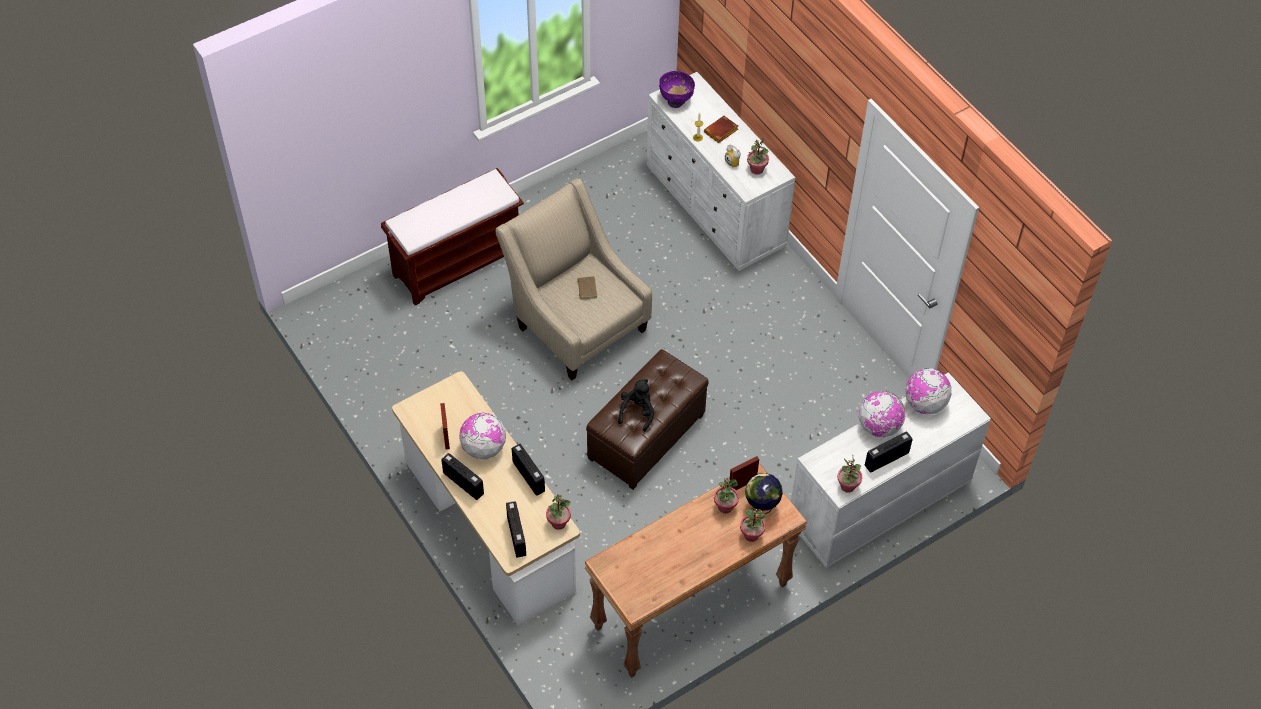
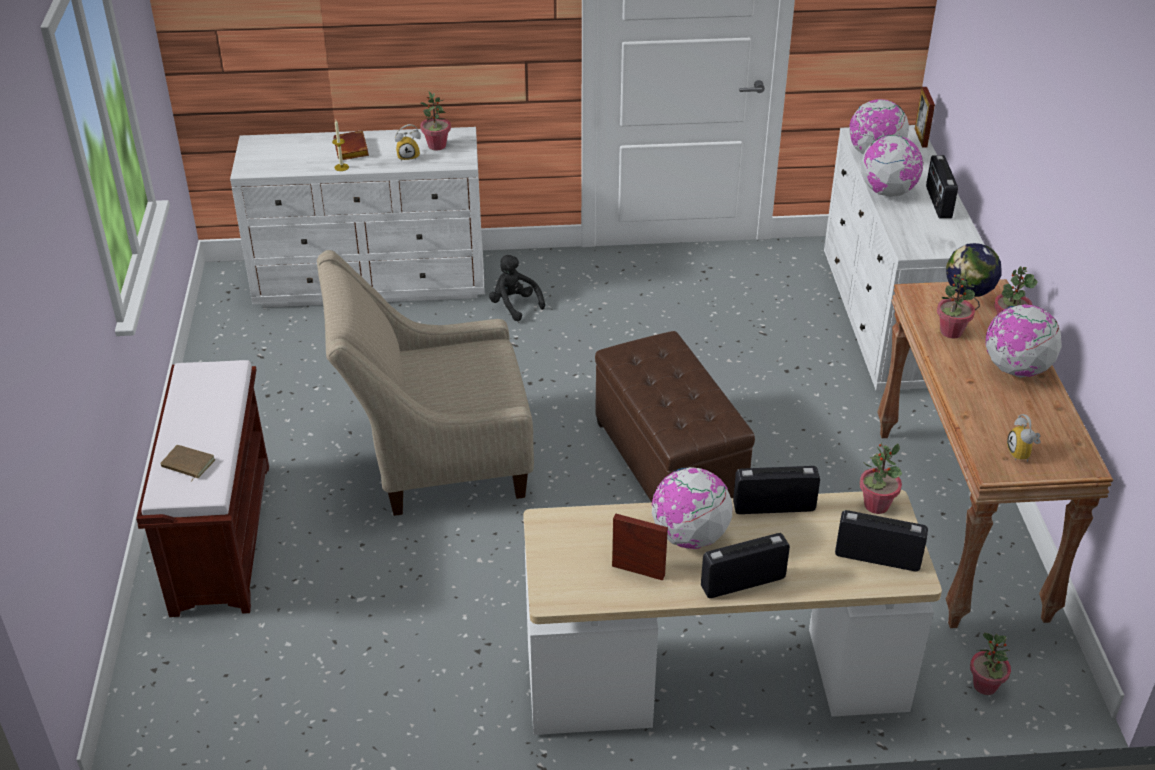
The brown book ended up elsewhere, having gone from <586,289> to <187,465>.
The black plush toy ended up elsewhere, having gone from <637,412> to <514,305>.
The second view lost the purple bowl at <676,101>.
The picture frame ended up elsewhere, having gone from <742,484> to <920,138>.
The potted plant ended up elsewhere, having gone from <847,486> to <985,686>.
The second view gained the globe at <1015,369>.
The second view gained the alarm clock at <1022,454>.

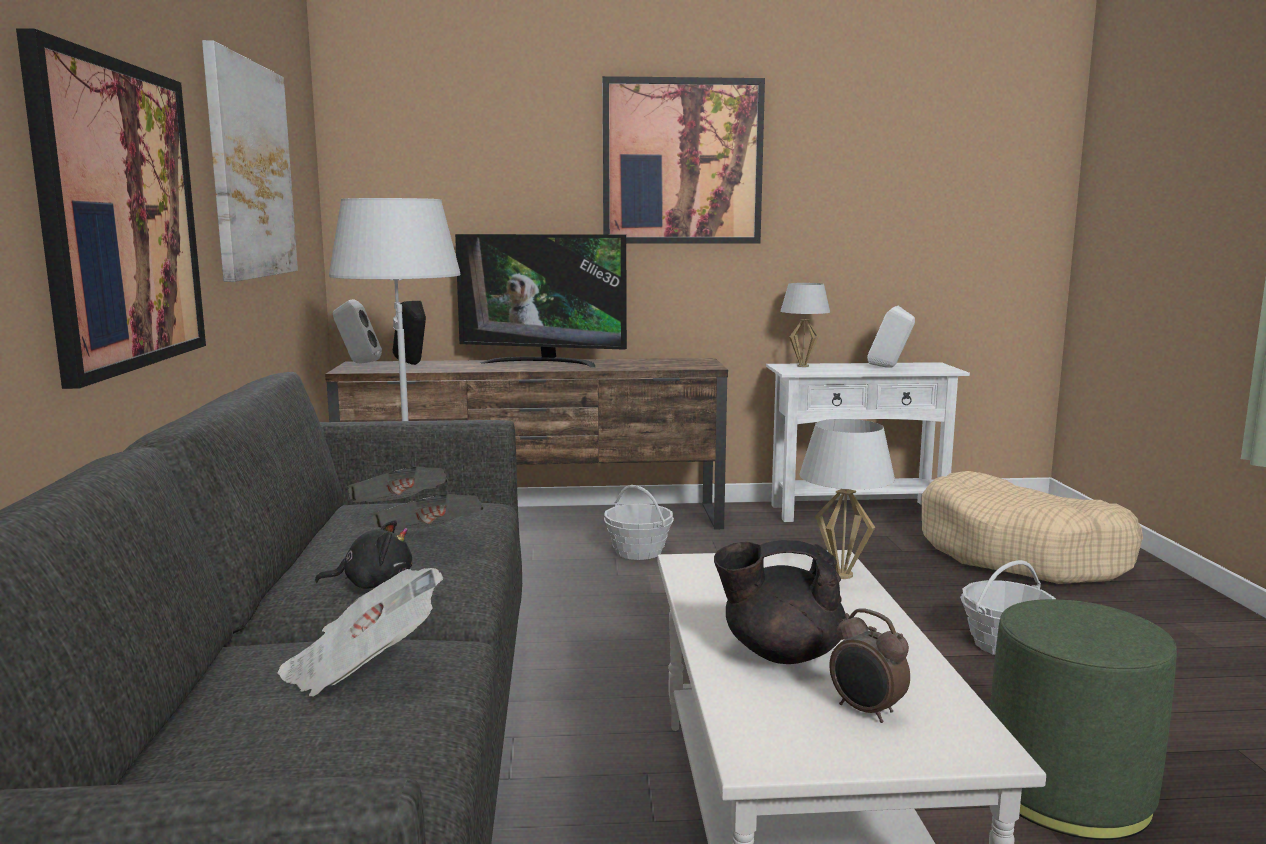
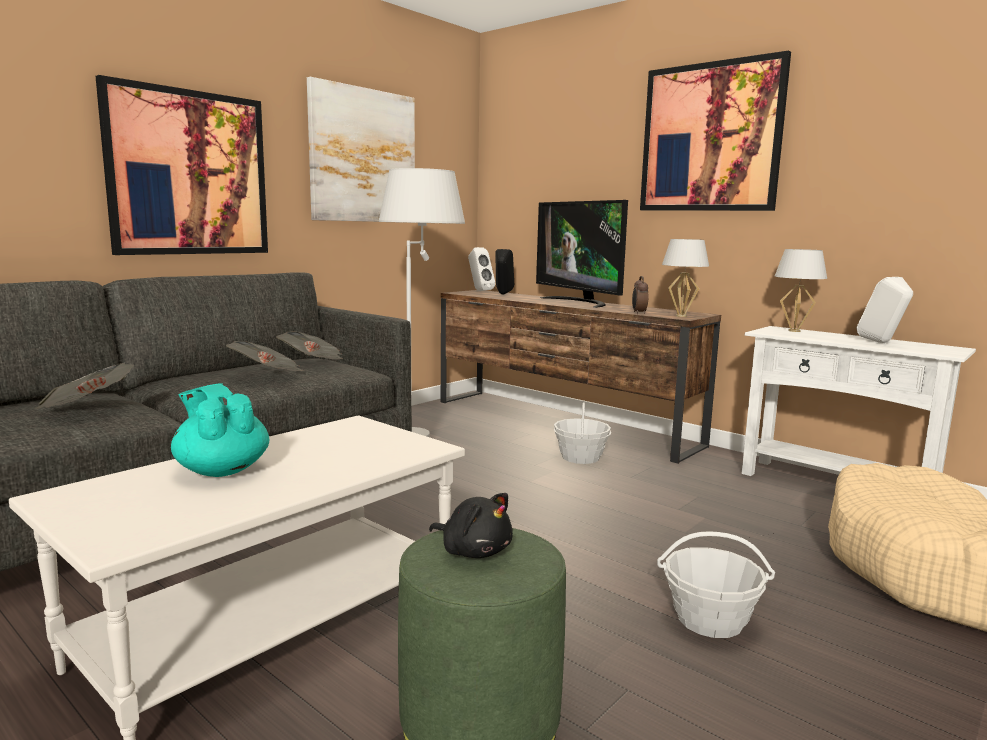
The black plush toy ended up elsewhere, having gone from <373,584> to <474,551>.
What was the black teapot at <780,653> turned into the turquoise teapot at <222,470>.
The white table lamp ended up elsewhere, having gone from <842,575> to <681,316>.
The alarm clock ended up elsewhere, having gone from <866,711> to <638,313>.

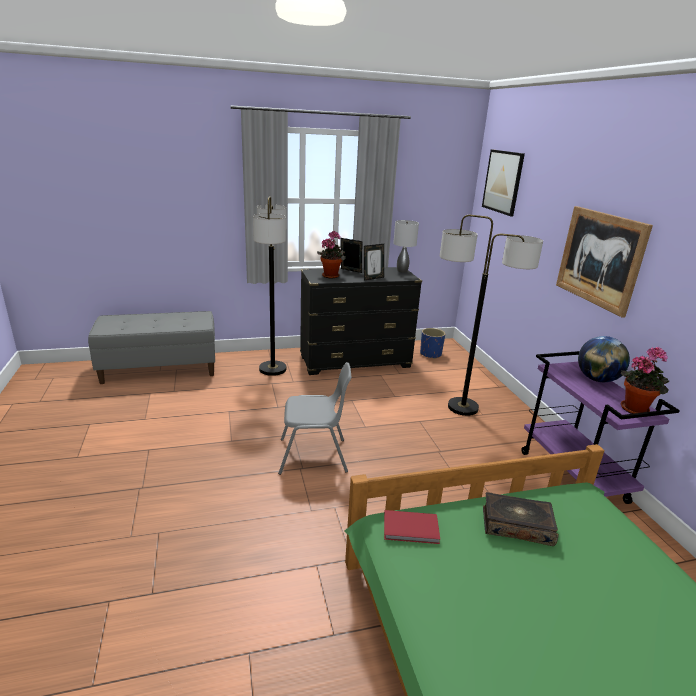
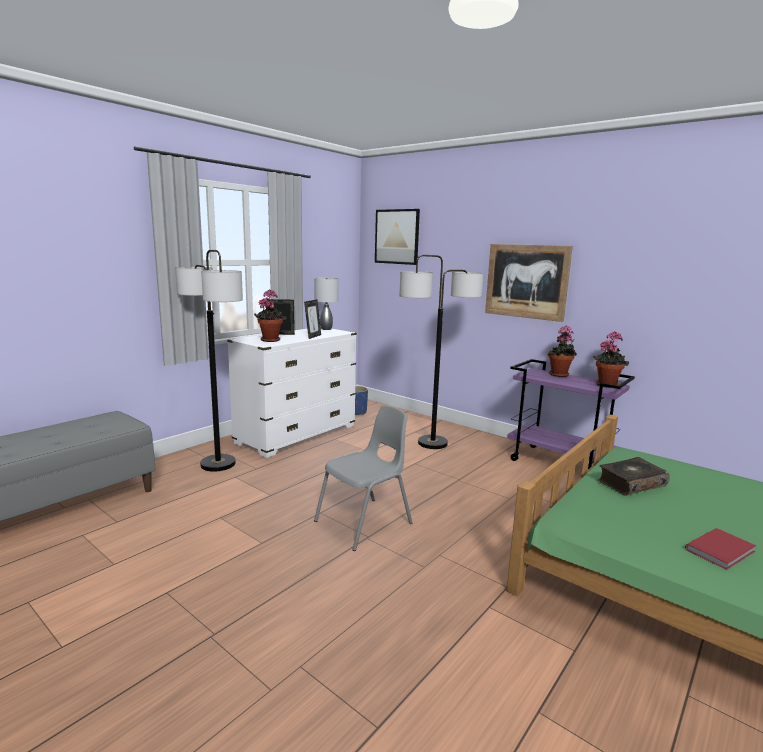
What was the black dresser at <355,362> turned into the white dresser at <297,435>.
The red book ended up elsewhere, having gone from <411,529> to <722,551>.
Where the globe stood at <597,379>, the potted plant came to stand at <559,375>.

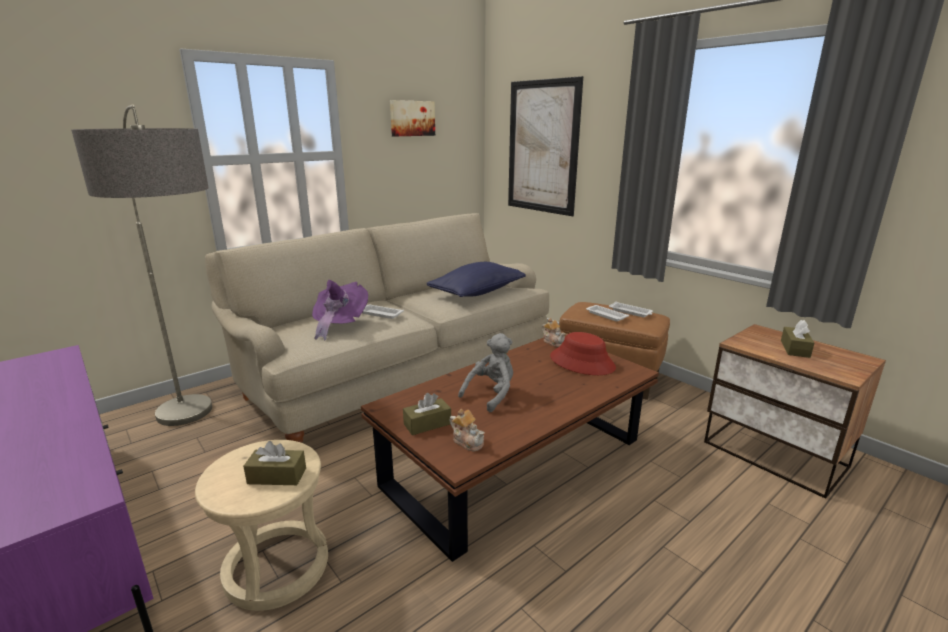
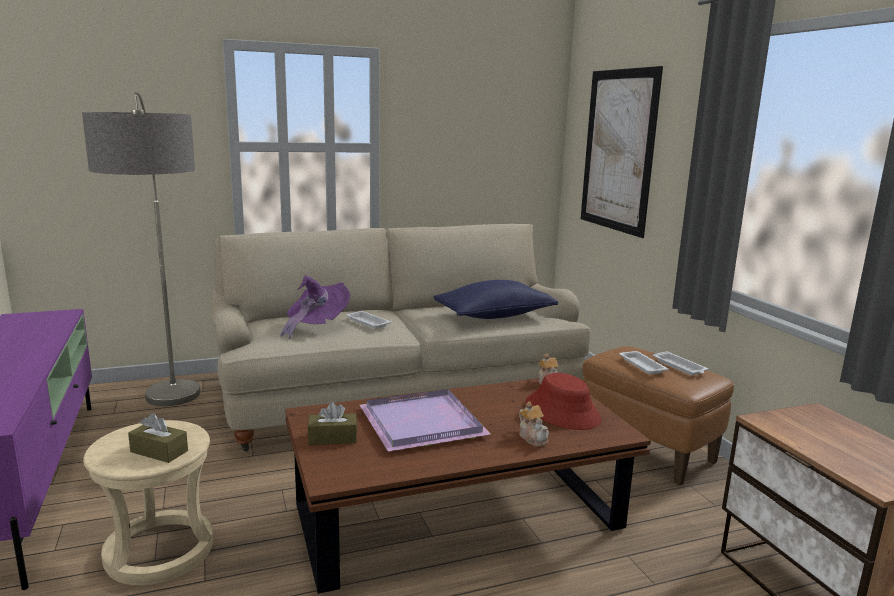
The second view lost the picture at <412,118>.
The teapot ended up elsewhere, having gone from <468,441> to <533,437>.
Where the grey plush toy stood at <491,394>, the purple tray came to stand at <425,424>.
The second view lost the brown tissue box at <795,349>.

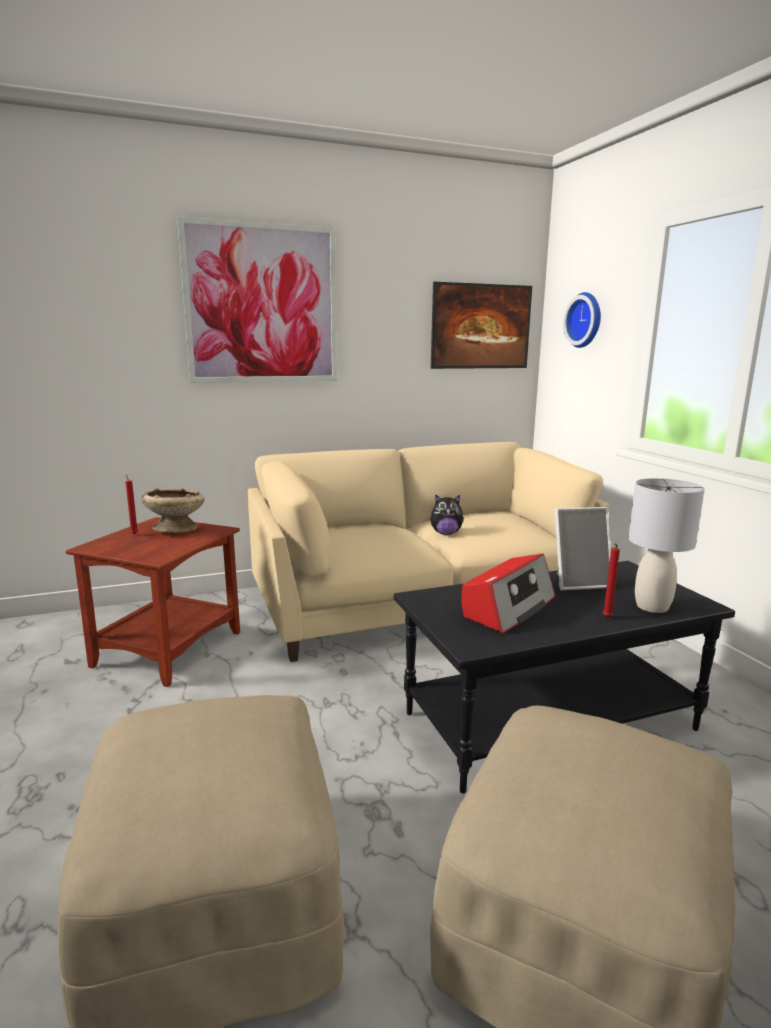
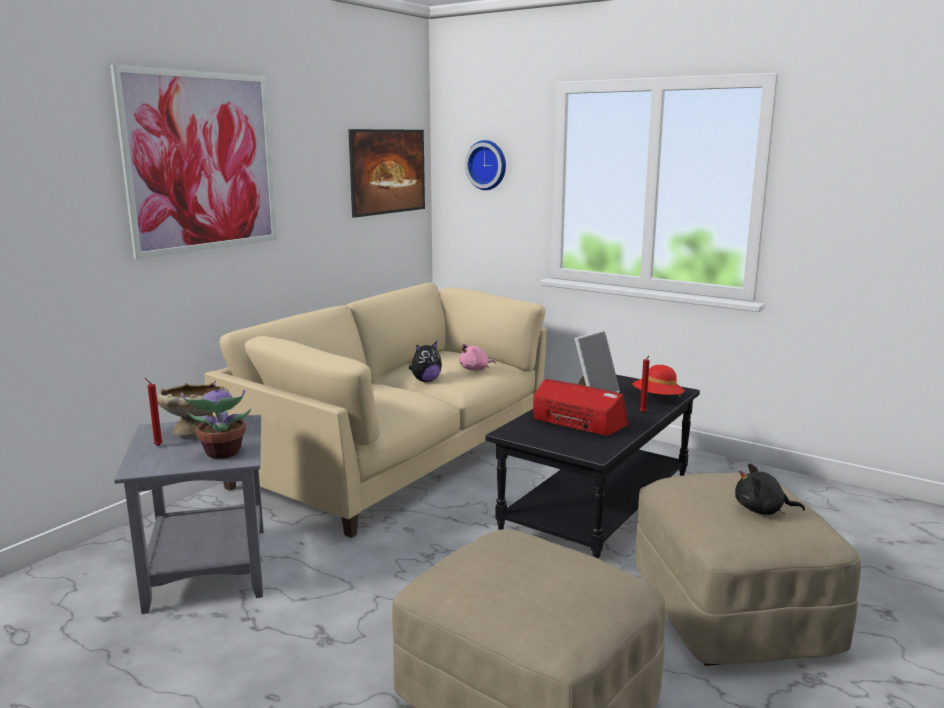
What was the brown side table at <170,649> turned into the grey side table at <210,568>.
The radio at <508,607> ended up facing another way, 60 degrees counterclockwise from before.
Where the grey table lamp stood at <652,607>, the red hat came to stand at <657,399>.
The second view gained the potted plant at <222,453>.
The second view gained the pink plush toy at <475,369>.
The second view gained the black plush toy at <762,510>.

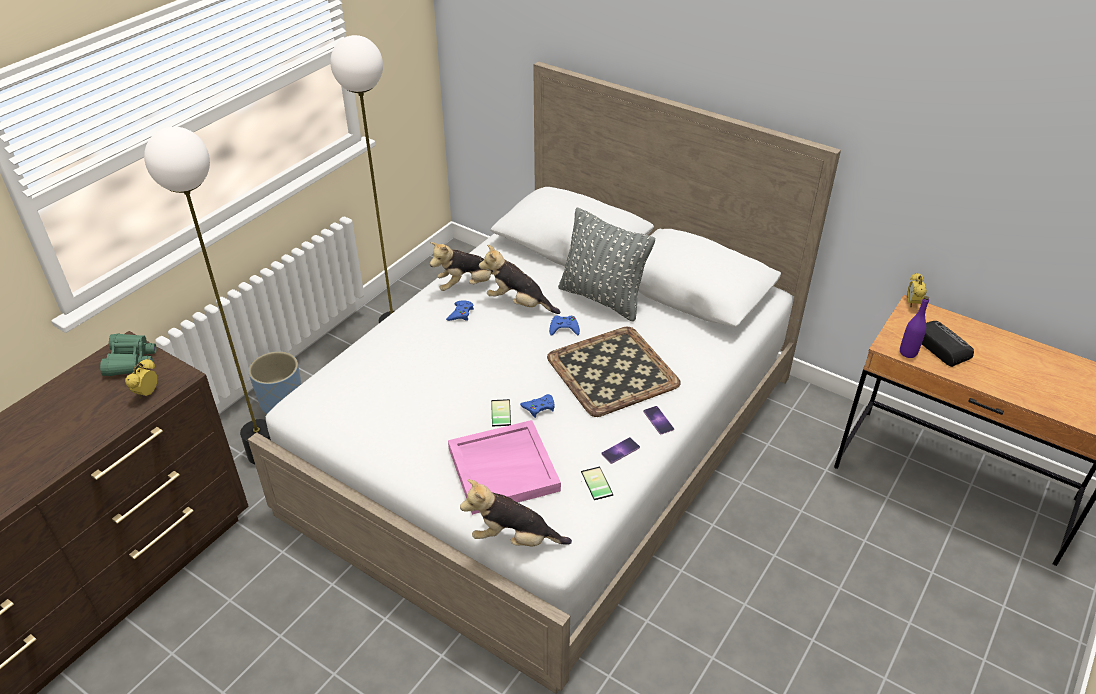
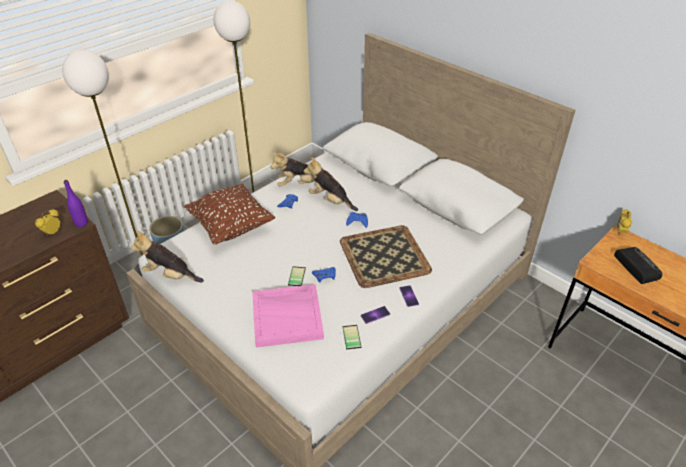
The second view lost the green binoculars at <130,360>.
The plush toy ended up elsewhere, having gone from <514,539> to <170,275>.
The second view lost the grey pillow at <602,298>.
The purple bottle ended up elsewhere, having gone from <908,353> to <81,223>.
The second view gained the brown pillow at <231,227>.

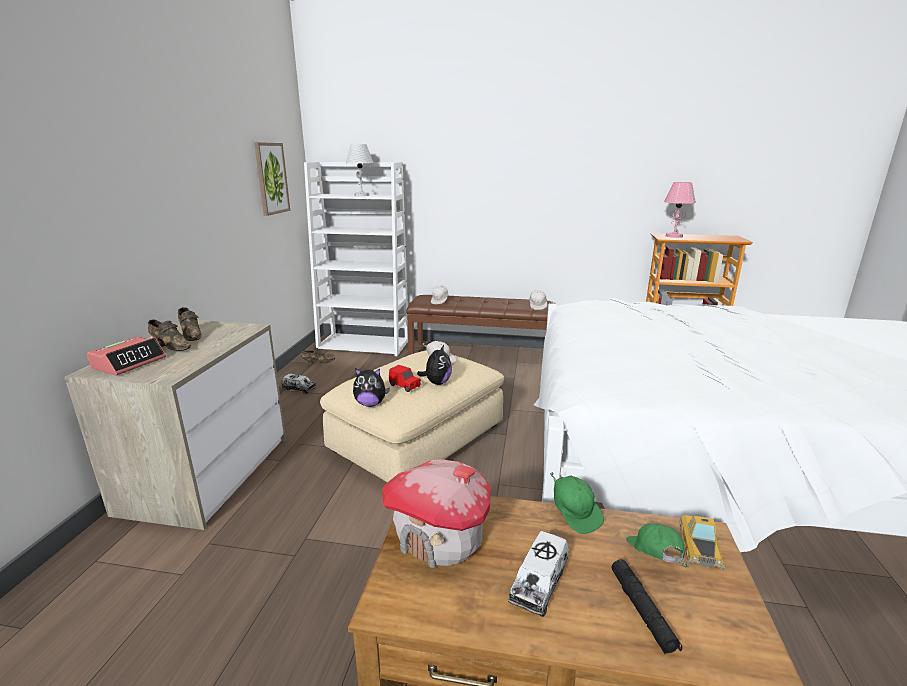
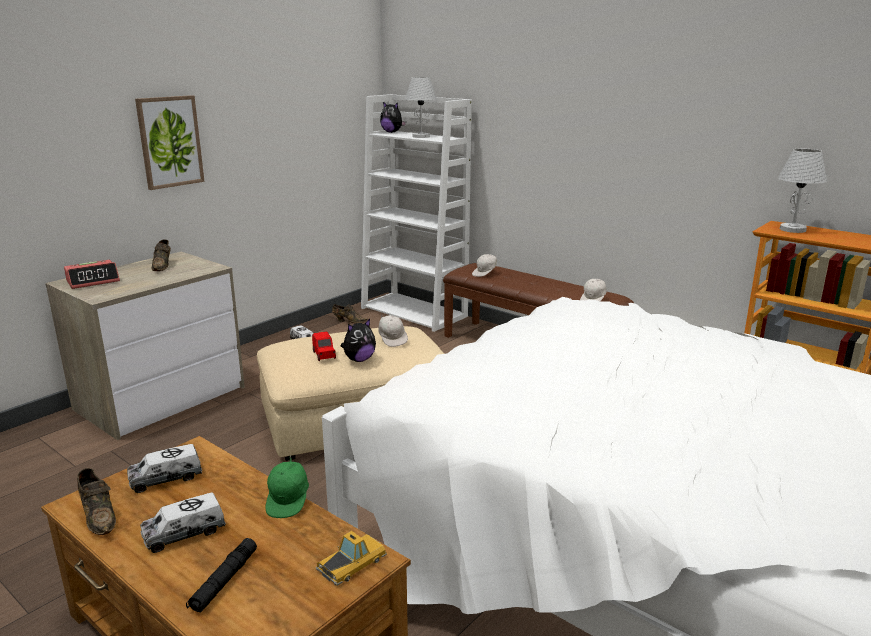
The brown shoe ended up elsewhere, having gone from <171,346> to <98,516>.
The picture ended up elsewhere, having gone from <271,178> to <170,142>.
The plush toy ended up elsewhere, having gone from <370,404> to <392,132>.
Where the toy house stood at <440,538>, the toy truck came to stand at <166,478>.
The second view lost the green cap at <654,559>.
What was the pink table lamp at <674,236> turned into the white table lamp at <793,229>.

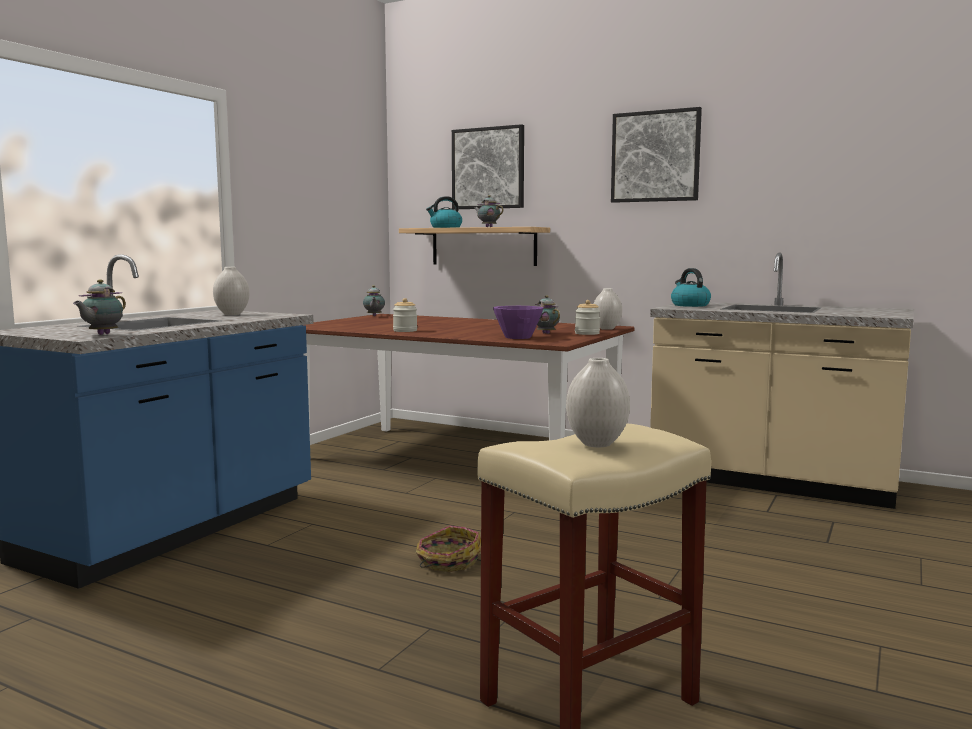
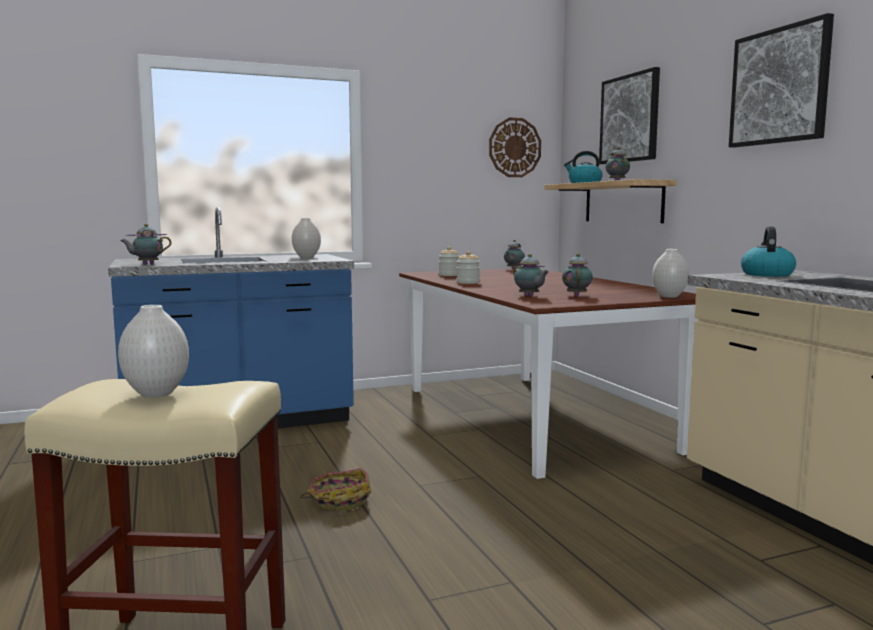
Where the purple bowl stood at <517,337>, the teapot came to stand at <529,296>.
The jar ended up elsewhere, having gone from <587,333> to <449,275>.
The second view gained the wall clock at <514,147>.

